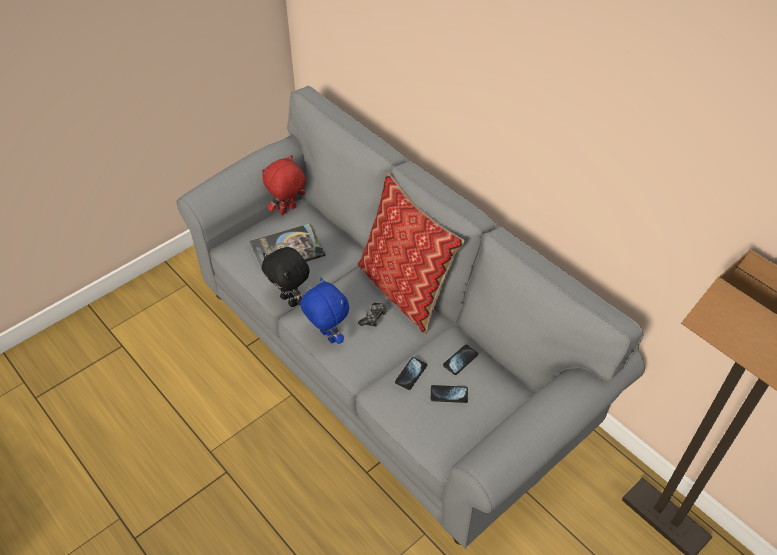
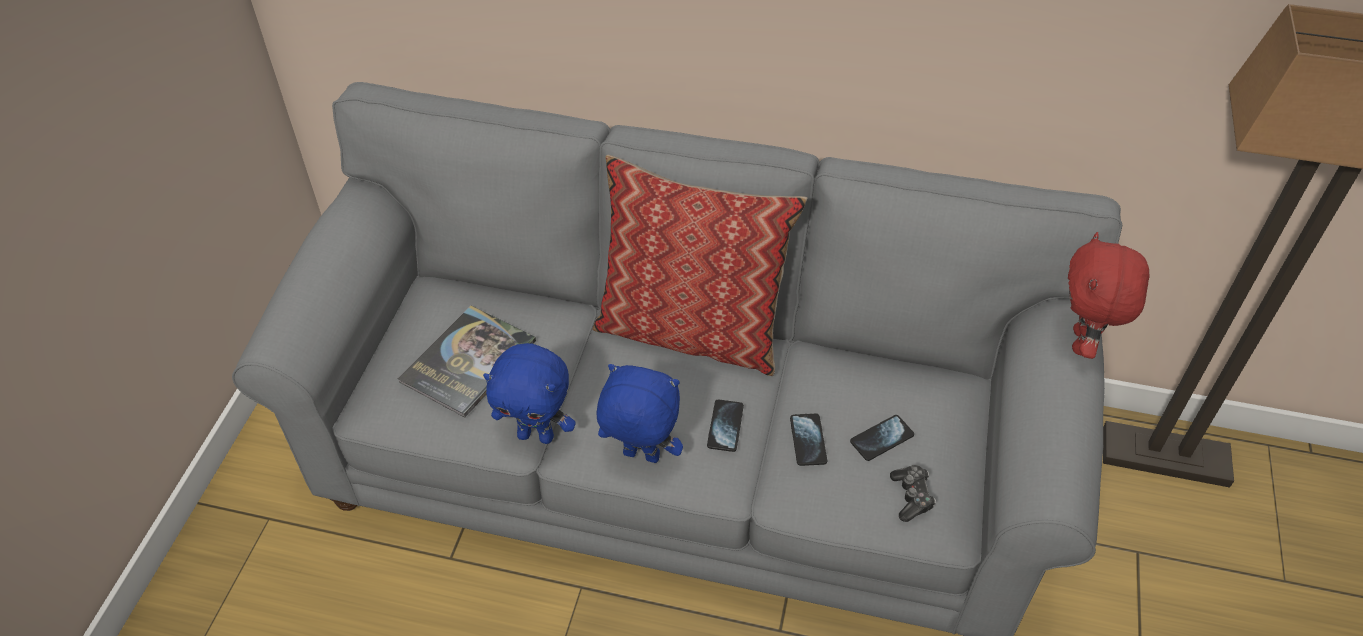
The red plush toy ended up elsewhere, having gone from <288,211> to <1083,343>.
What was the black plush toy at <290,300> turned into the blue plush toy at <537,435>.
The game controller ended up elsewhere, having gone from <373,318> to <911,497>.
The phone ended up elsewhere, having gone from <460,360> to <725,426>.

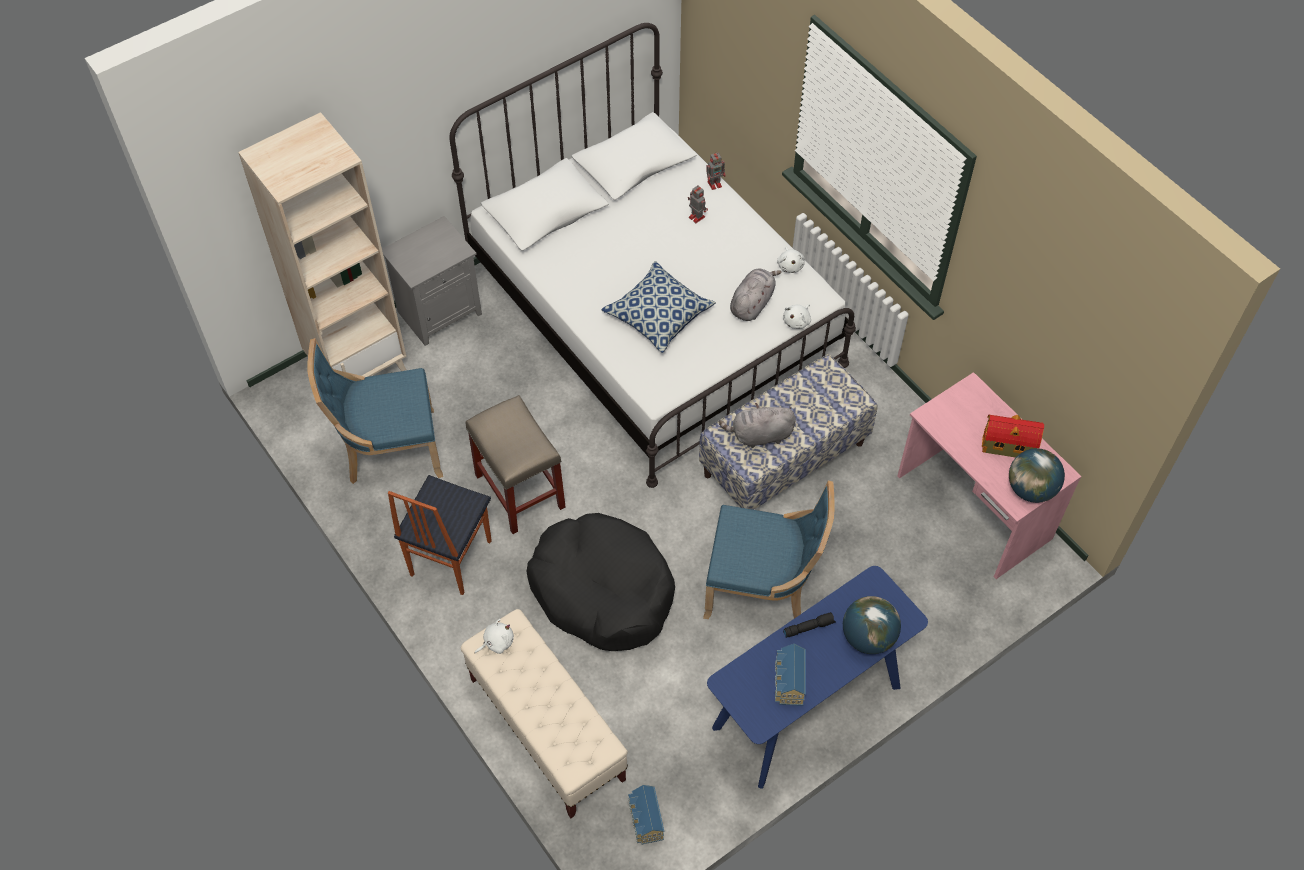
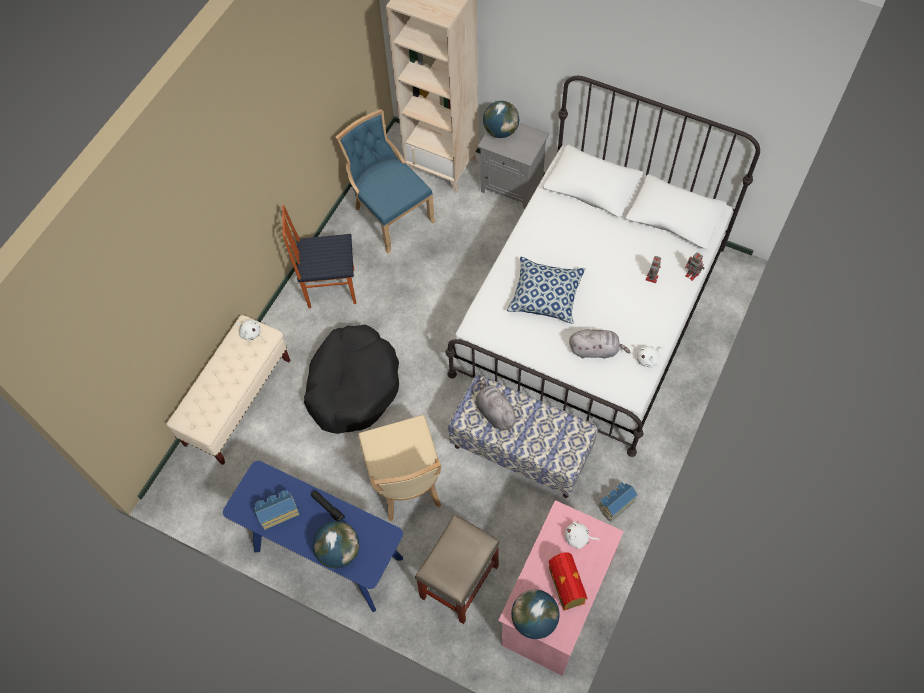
The beige stool ended up elsewhere, having gone from <519,490> to <459,580>.
The toy house ended up elsewhere, having gone from <645,820> to <615,504>.
What was the blue chair at <762,588> turned into the beige chair at <406,483>.
The white plush toy ended up elsewhere, having gone from <797,321> to <578,538>.
The second view gained the globe at <500,131>.

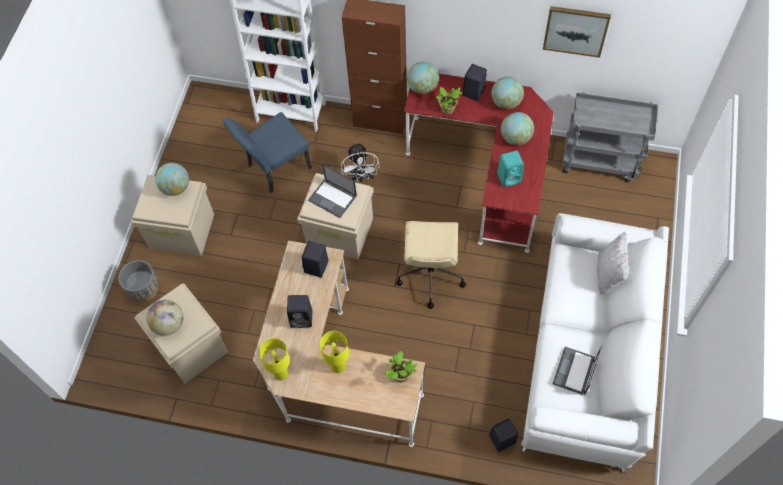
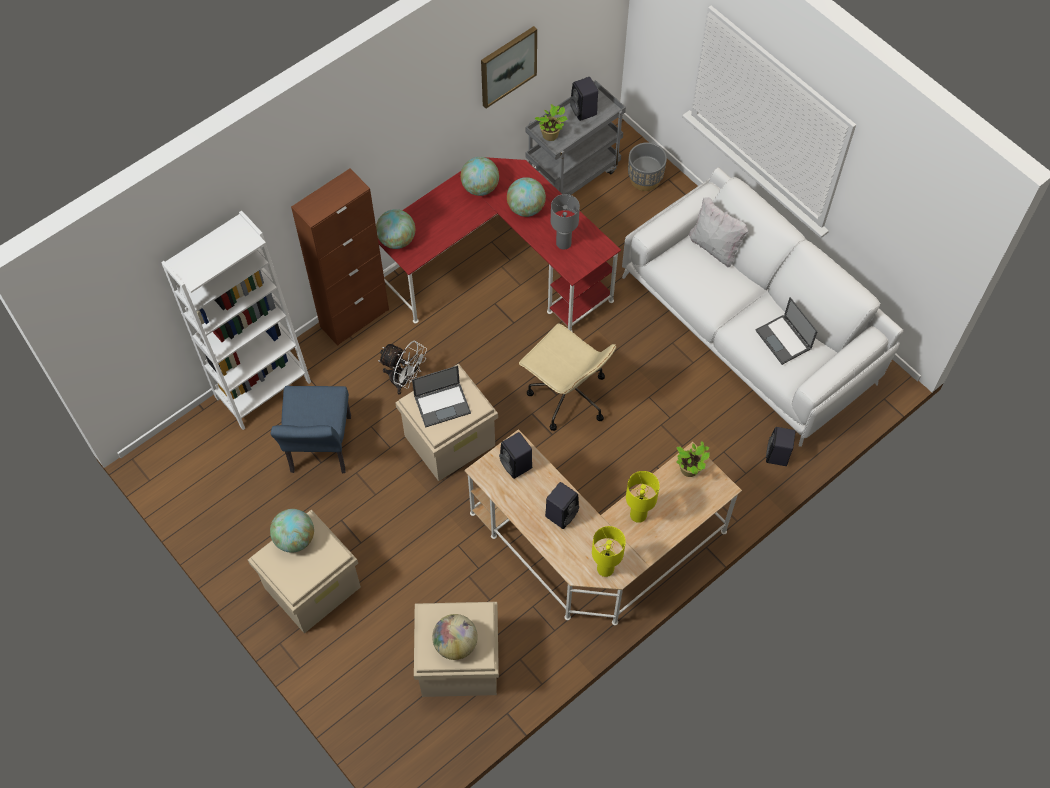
The grey planter ended up elsewhere, having gone from <144,289> to <645,179>.
The potted plant ended up elsewhere, having gone from <448,110> to <551,135>.
The black speaker ended up elsewhere, having gone from <473,92> to <584,111>.
Where the turquoise speaker stood at <509,177>, the grey table lamp came to stand at <563,243>.

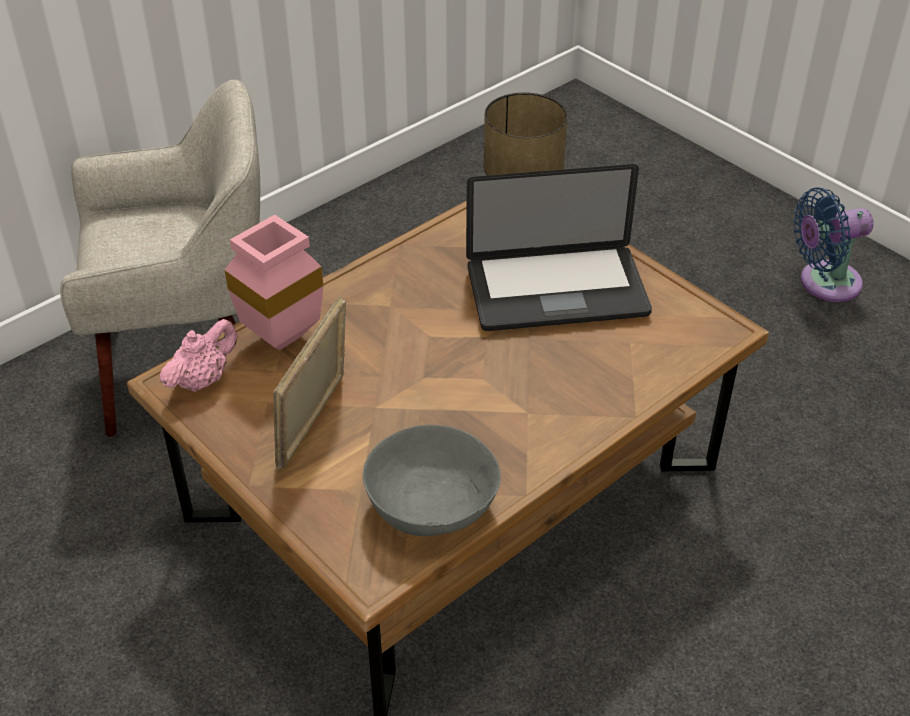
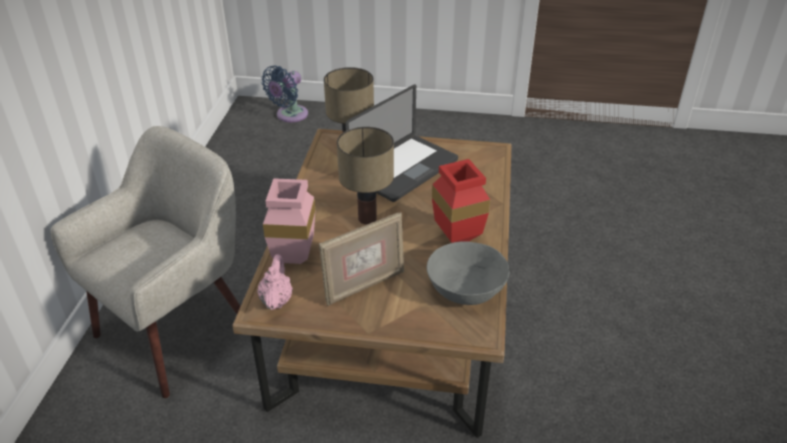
The picture frame at <315,422> ended up facing another way, 105 degrees counterclockwise from before.
The blue fan ended up elsewhere, having gone from <824,283> to <289,116>.
The second view gained the table lamp at <368,219>.
The second view gained the red vase at <460,239>.

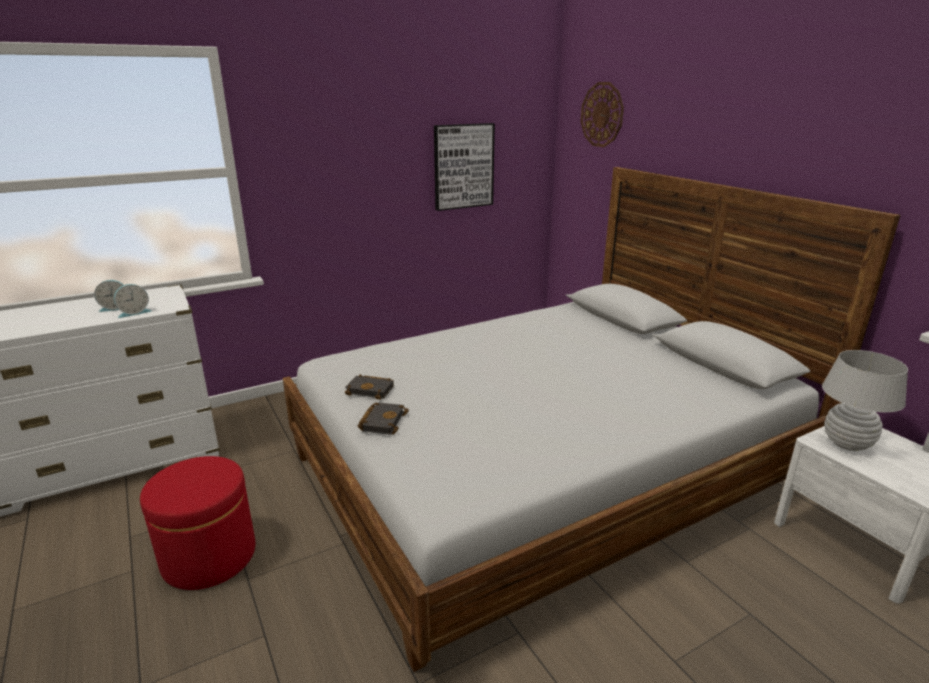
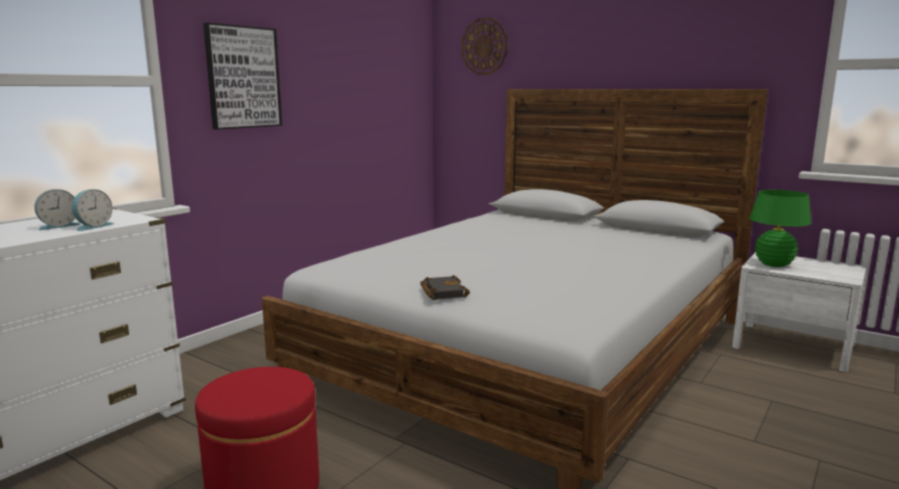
The second view lost the black book at <371,390>.
The picture ended up elsewhere, having gone from <463,166> to <243,77>.
What was the white table lamp at <846,443> turned into the green table lamp at <773,264>.

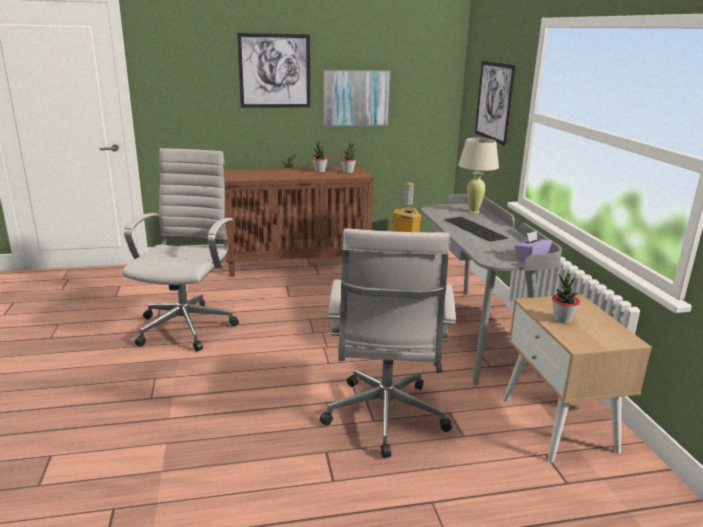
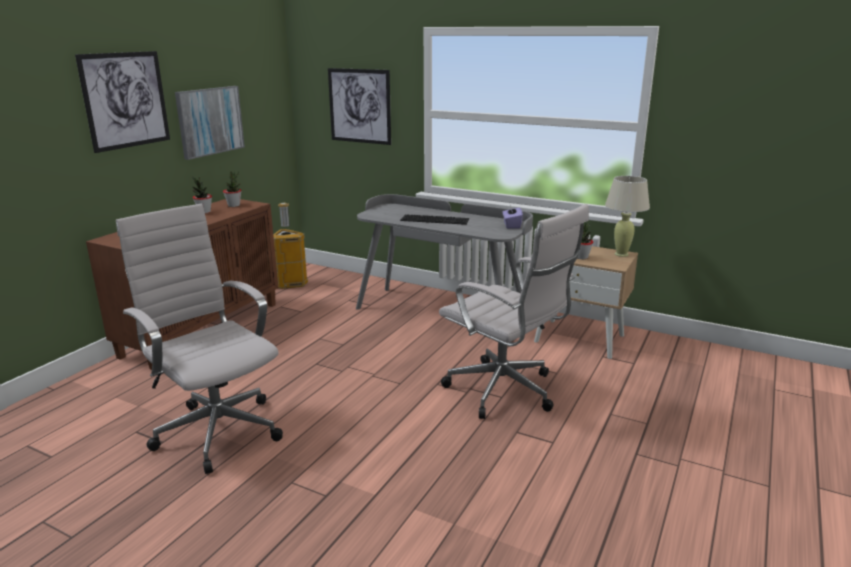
The beige table lamp ended up elsewhere, having gone from <473,211> to <621,254>.

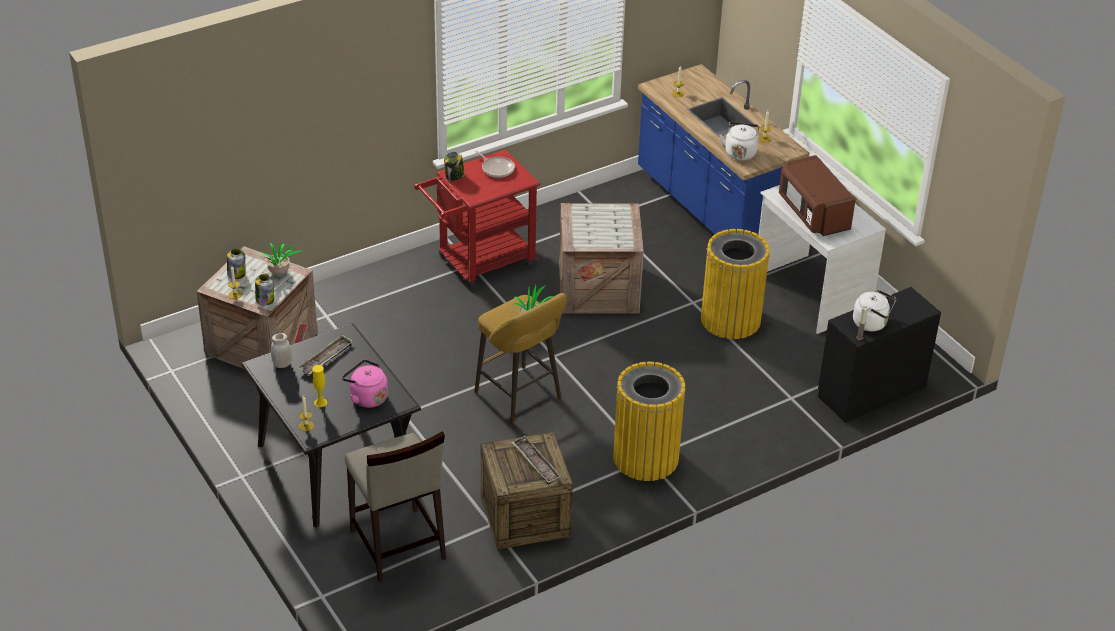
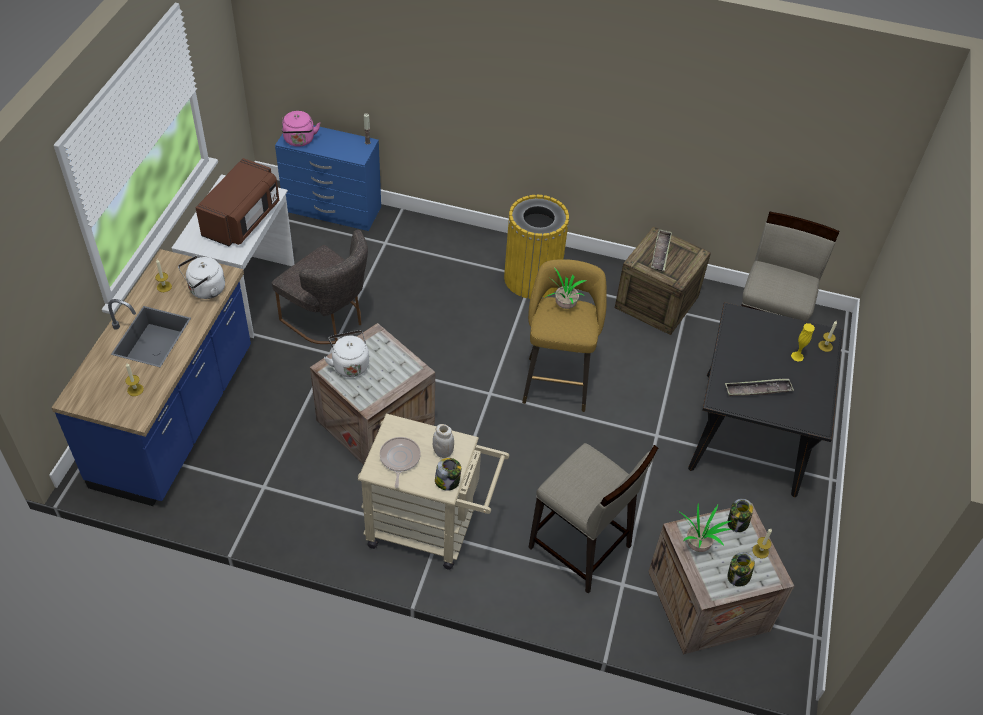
The white jar ended up elsewhere, having gone from <282,364> to <443,452>.
The pink kettle ended up elsewhere, having gone from <366,397> to <299,141>.
What was the red cart at <479,263> turned into the beige cart at <431,529>.
Where the yellow trash can stood at <730,319>, the grey chair came to stand at <328,320>.
What was the black dresser at <870,391> turned into the blue dresser at <333,210>.
The white kettle ended up elsewhere, having gone from <872,323> to <349,364>.
The second view gained the beige stool at <580,548>.

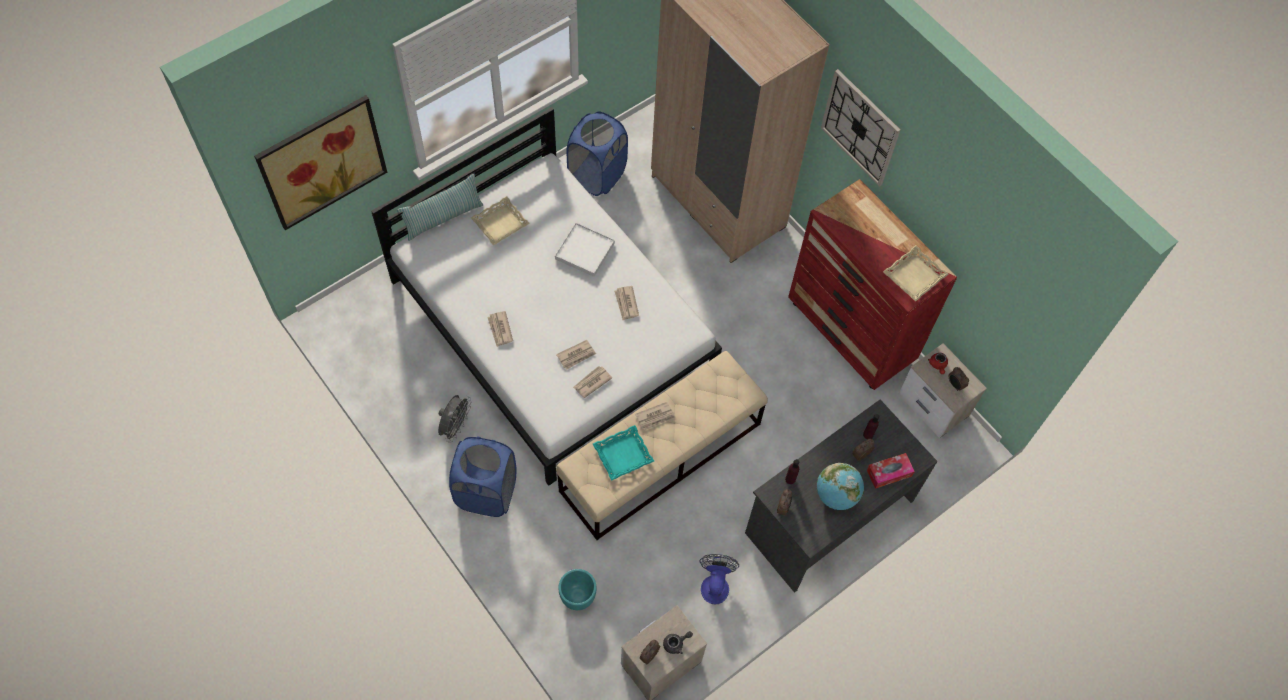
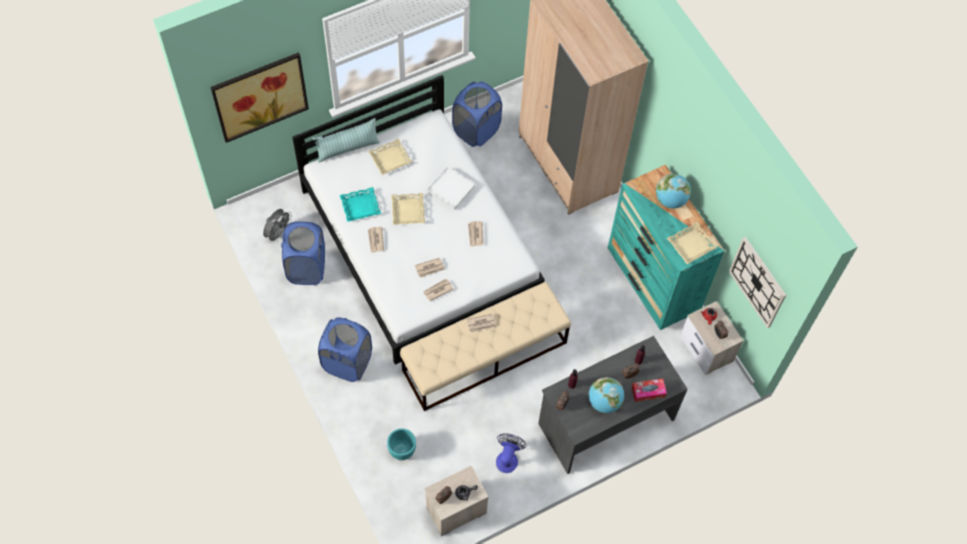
The grey fan ended up elsewhere, having gone from <455,426> to <278,233>.
The turquoise tray ended up elsewhere, having gone from <623,455> to <360,207>.
What was the red dresser at <851,333> turned into the turquoise dresser at <652,283>.
The wall clock ended up elsewhere, having gone from <860,127> to <757,282>.
The second view gained the blue laundry basket at <306,268>.
The second view gained the beige tray at <407,211>.
The second view gained the globe at <670,200>.

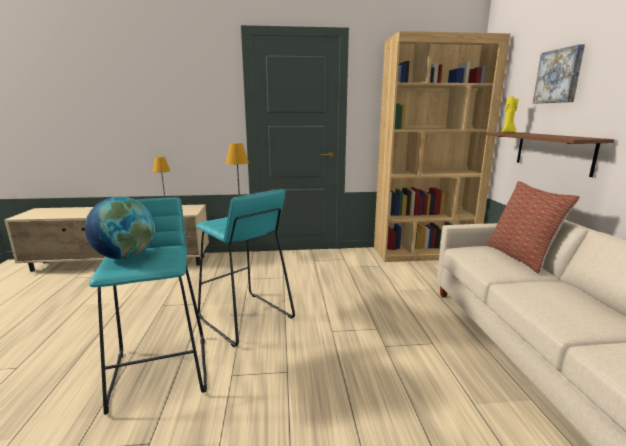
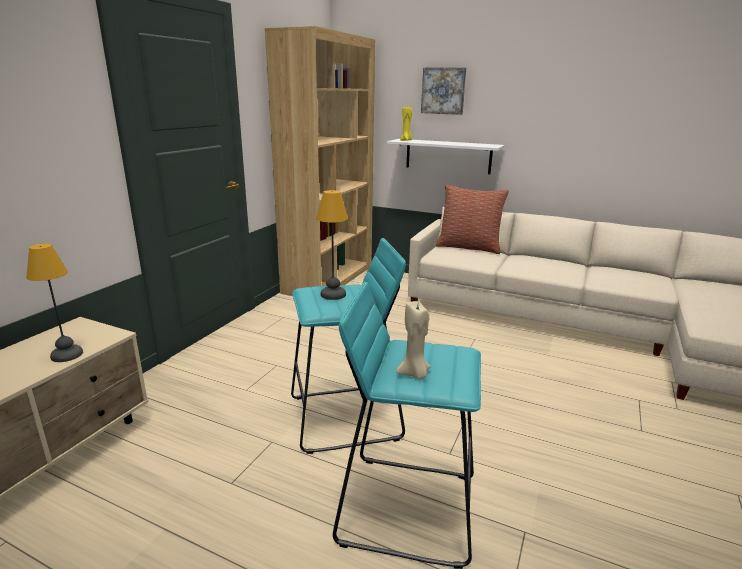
Where the globe stood at <126,256>, the beige candle came to stand at <414,374>.
What was the brown shelf at <553,152> turned into the white shelf at <448,156>.

